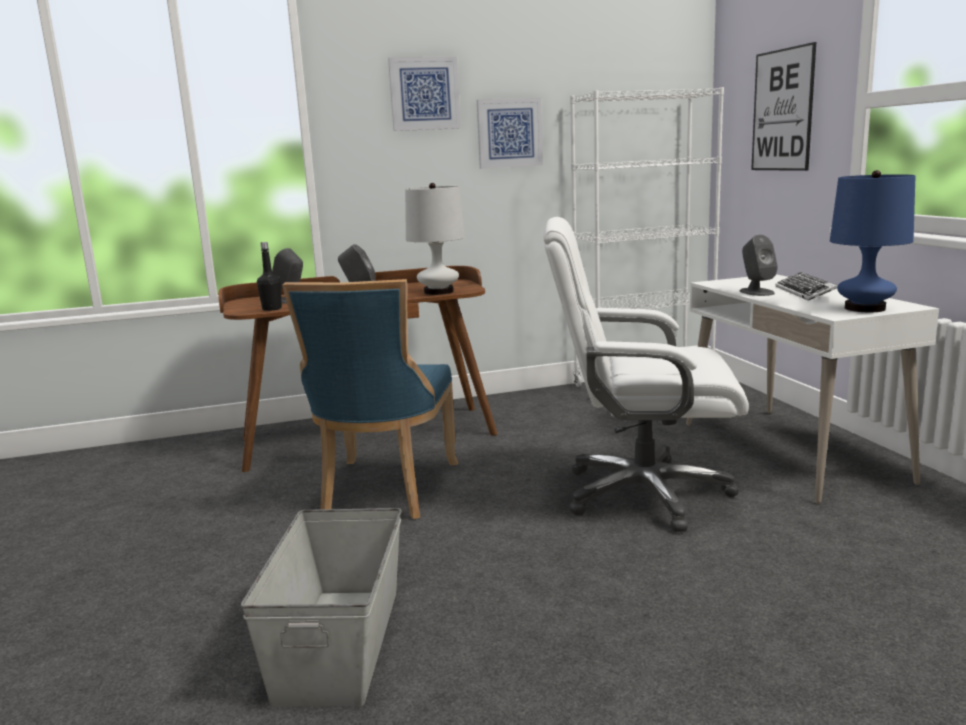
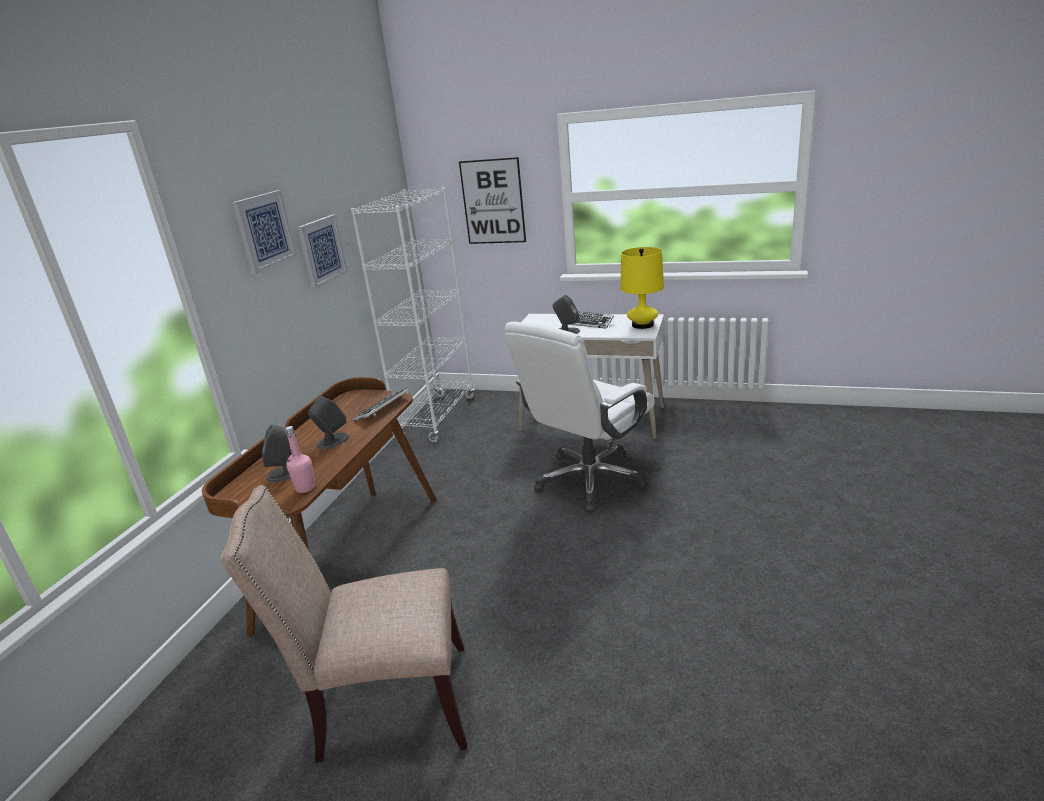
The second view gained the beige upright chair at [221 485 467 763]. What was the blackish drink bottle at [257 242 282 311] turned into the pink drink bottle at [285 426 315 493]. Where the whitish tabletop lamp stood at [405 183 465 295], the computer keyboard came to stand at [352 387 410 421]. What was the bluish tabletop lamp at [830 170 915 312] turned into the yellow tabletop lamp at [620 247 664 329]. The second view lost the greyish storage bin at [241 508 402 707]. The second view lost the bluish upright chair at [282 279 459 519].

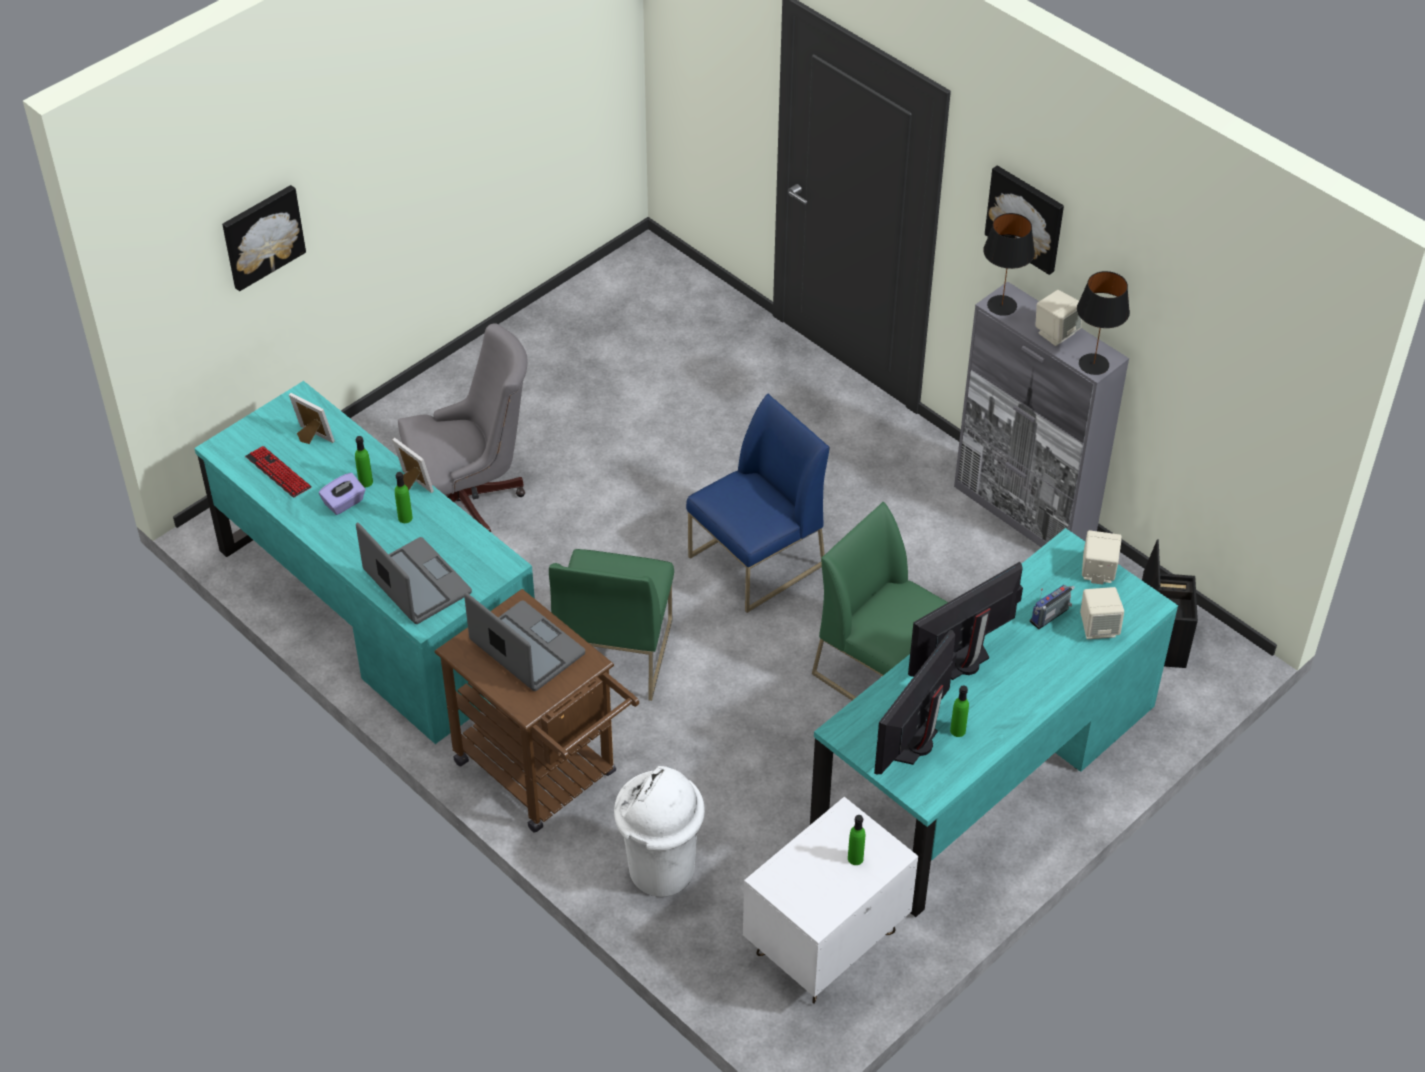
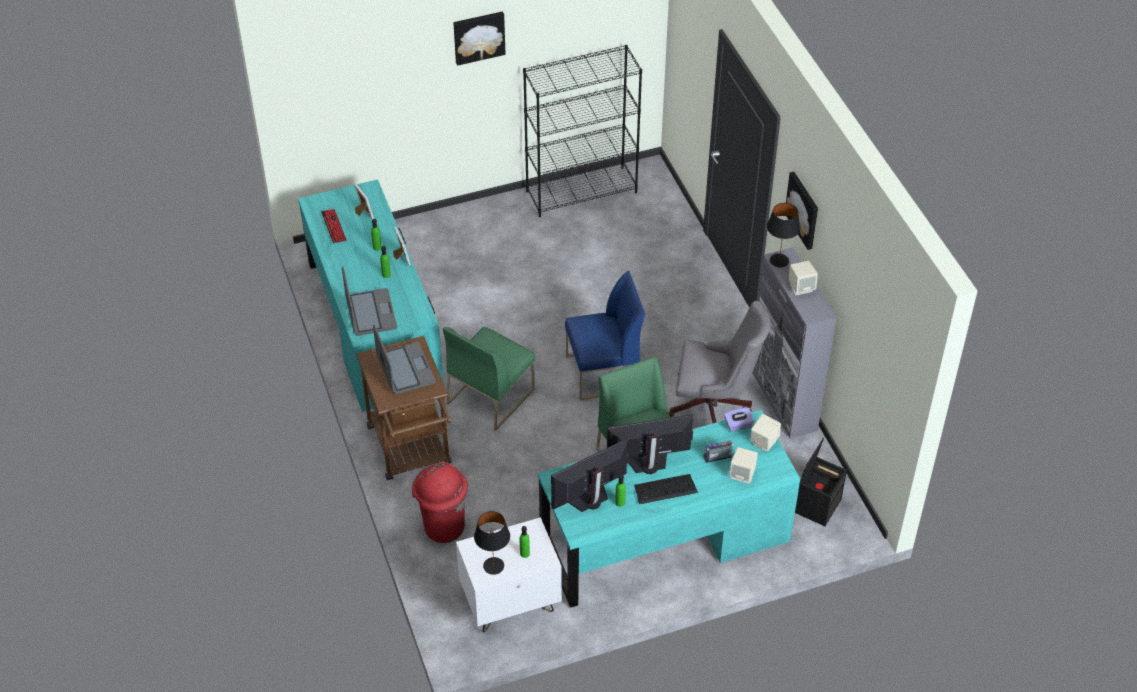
What was the whitish waste bin at [614 766 705 897] turned into the red-coloured waste bin at [412 462 468 543]. The picture ended up elsewhere, having gone from [222 185 306 291] to [453 11 506 66]. The blackish tabletop lamp ended up elsewhere, having gone from [1077 271 1130 375] to [474 511 510 575]. The second view gained the blackish bookshelf at [523 45 642 217]. The second view gained the computer keyboard at [634 474 698 504]. The greyish desk chair ended up elsewhere, having gone from [398 323 528 532] to [668 301 771 423]. The purple-coloured box of tissues ended up elsewhere, having gone from [319 473 366 515] to [724 407 754 432].

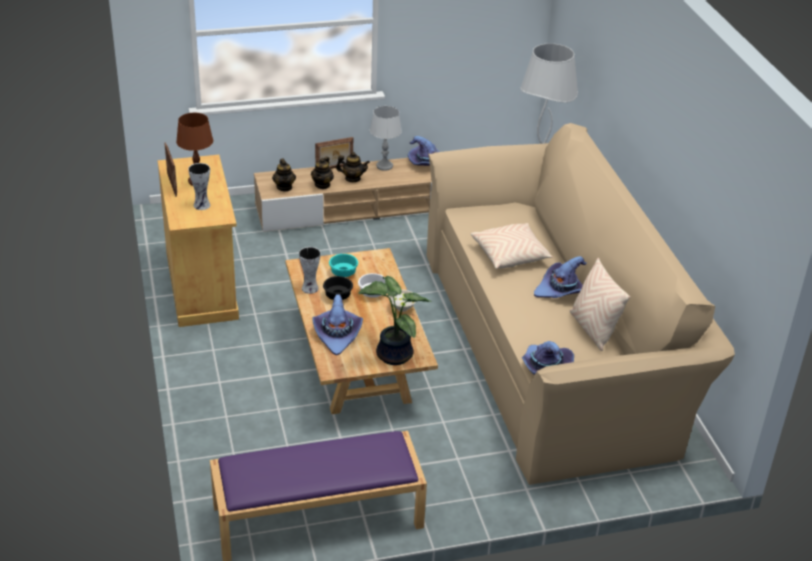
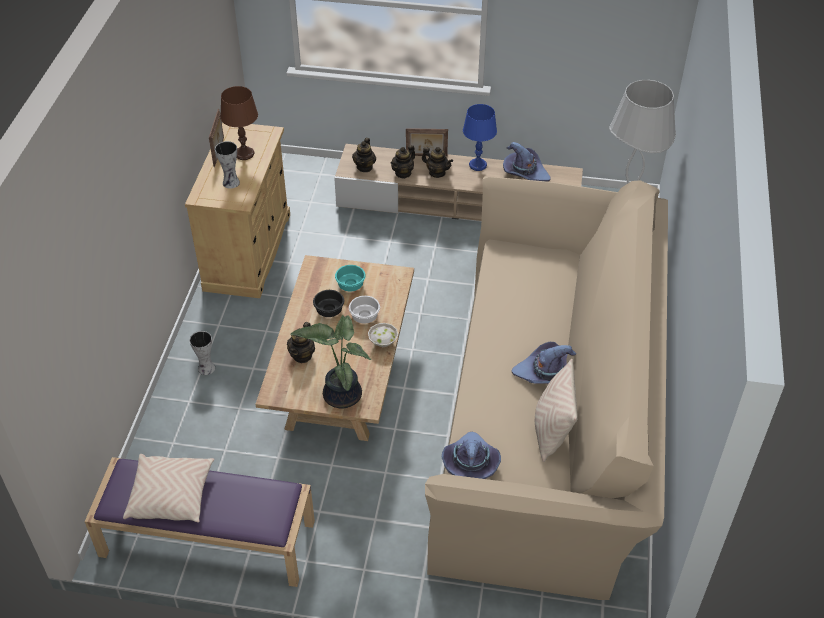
The beige throw pillow ended up elsewhere, having gone from [471 223 553 269] to [123 454 215 522]. The decorative vase ended up elsewhere, having gone from [299 247 321 294] to [189 331 215 375]. Where the purple-coloured wearable hat stood at [312 294 363 355], the pot for tea came to stand at [287 322 315 363]. What was the greyish tabletop lamp at [370 106 402 171] turned into the bluish tabletop lamp at [463 104 497 171].

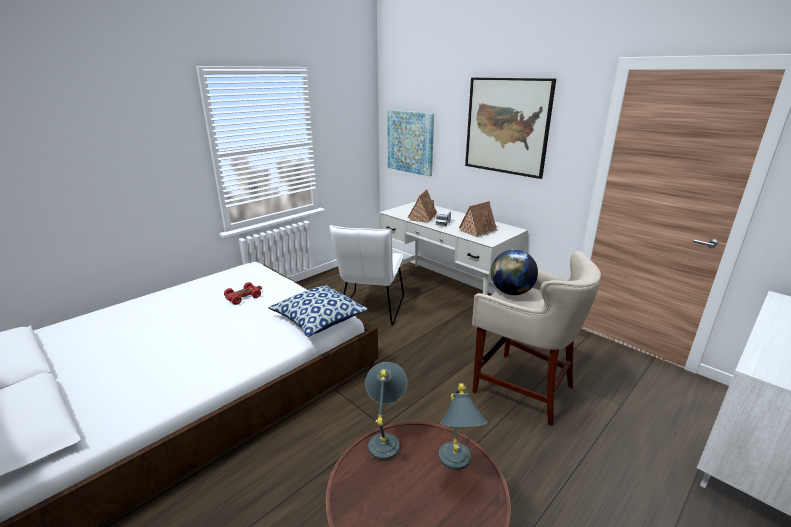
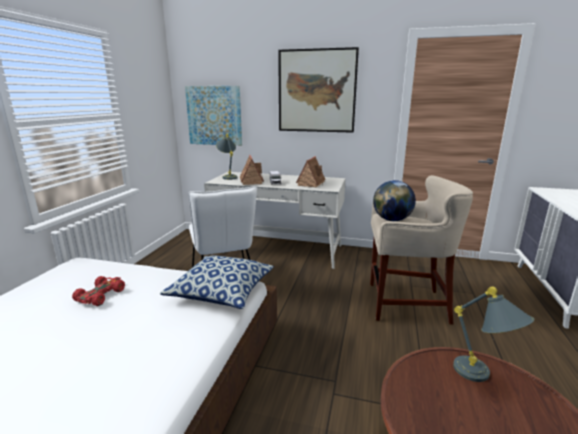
The greyish tabletop lamp ended up elsewhere, having gone from [365 362 407 460] to [216 133 238 180].

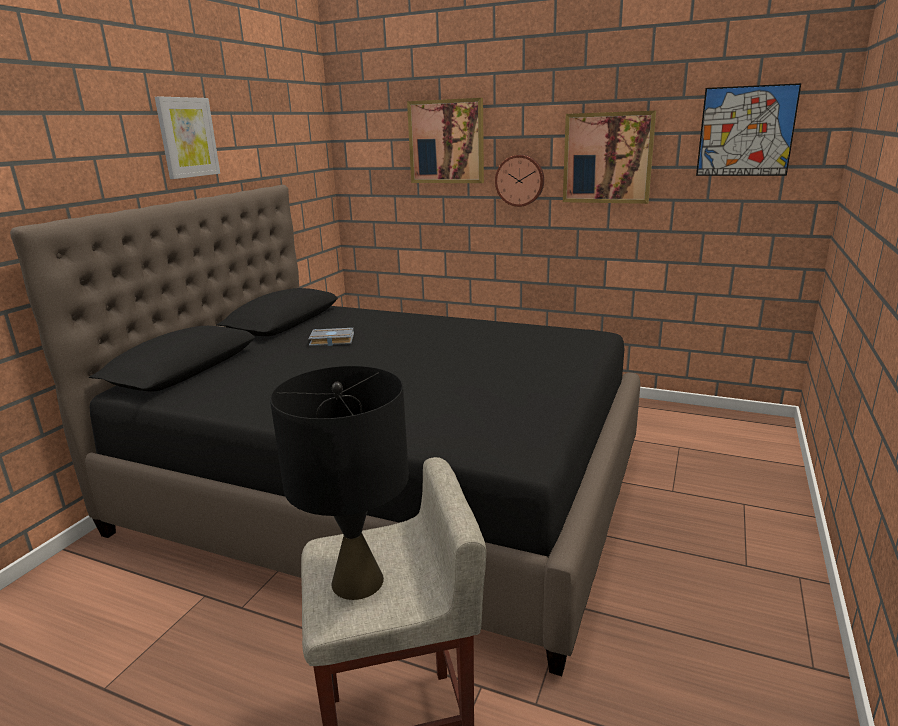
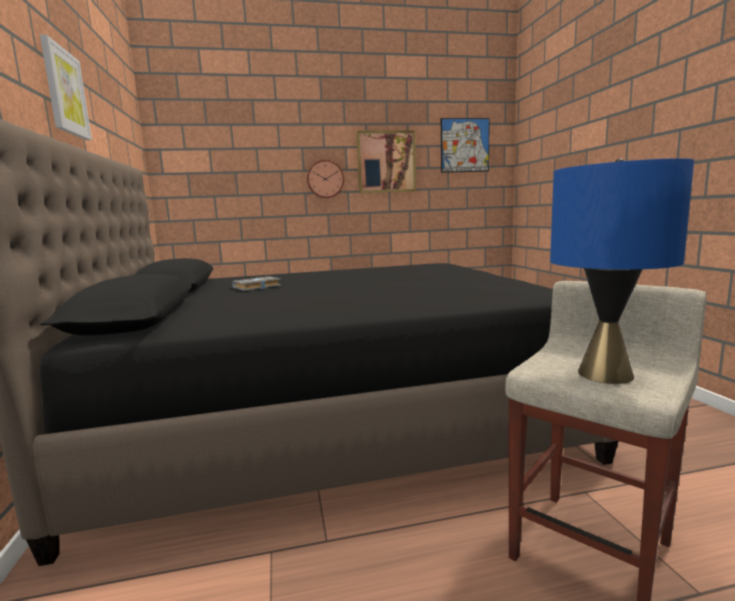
What was the blackish tabletop lamp at [270 366 409 600] turned into the bluish tabletop lamp at [550 158 694 384]. The second view lost the picture at [407 98 484 183].

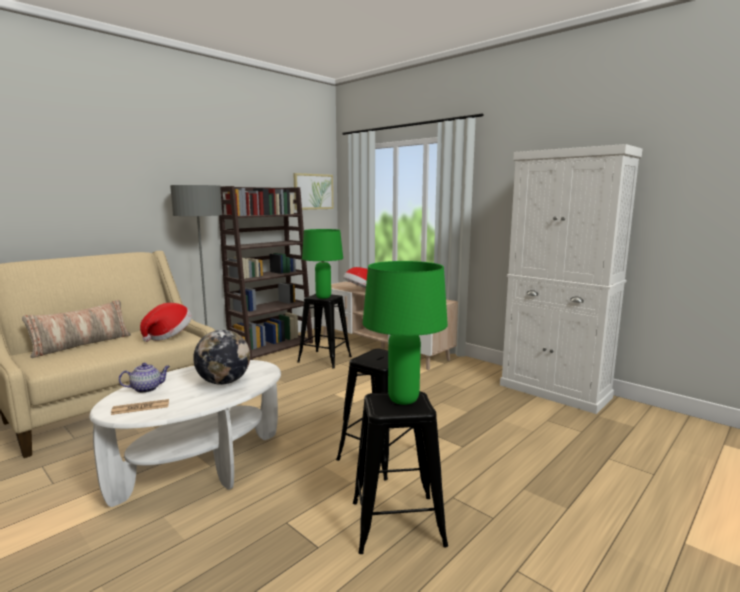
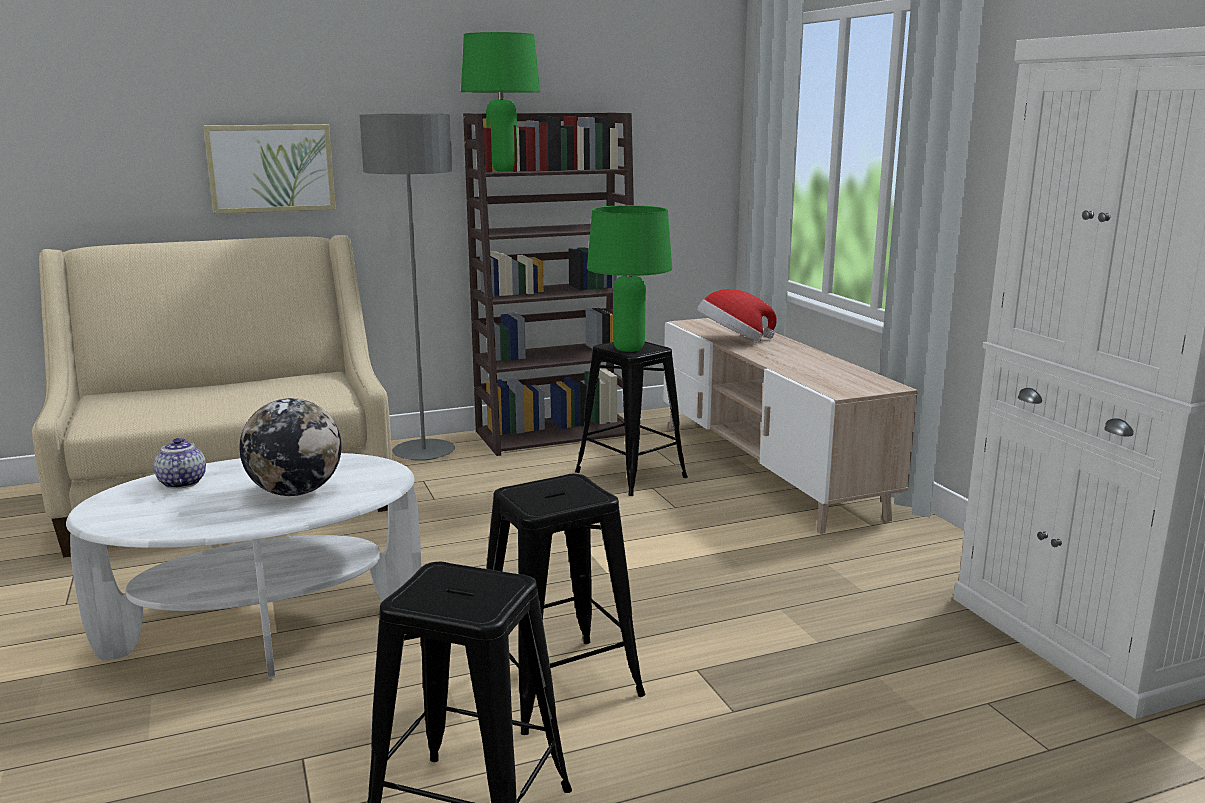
The pot for tea at [119 363 170 393] ended up facing another way, 105 degrees counterclockwise from before. The picture ended up elsewhere, having gone from [293 173 333 210] to [203 124 336 214]. The green tabletop lamp ended up elsewhere, having gone from [363 261 448 405] to [461 32 540 172]. The second view lost the throw pillow at [22 300 131 358]. The second view lost the printed paper at [111 399 169 415]. The second view lost the wearable hat at [140 303 192 342].

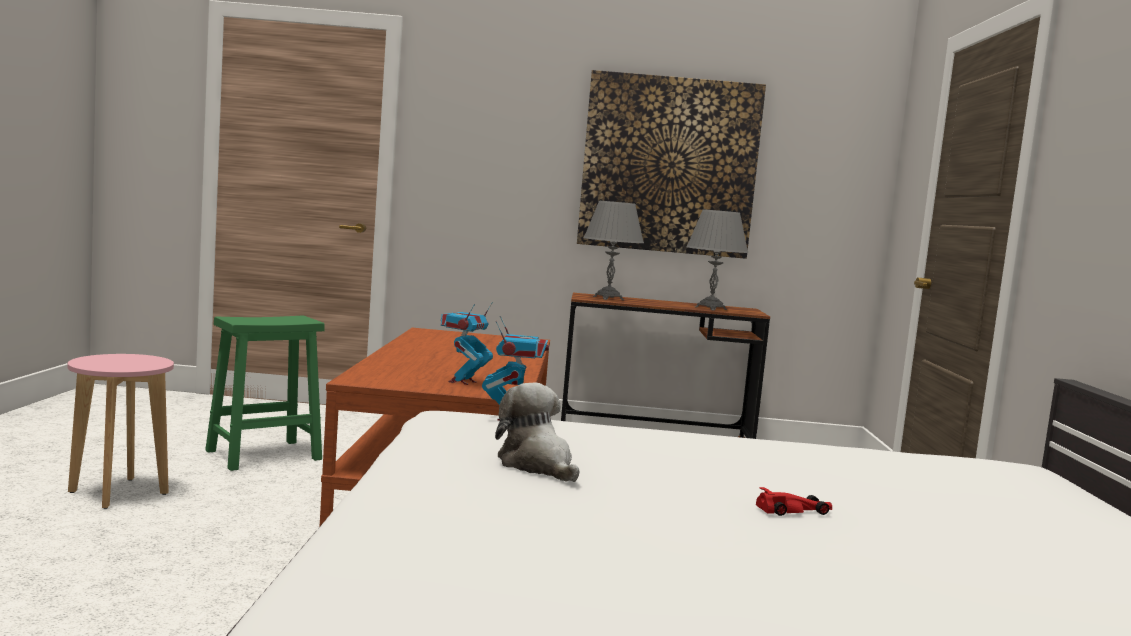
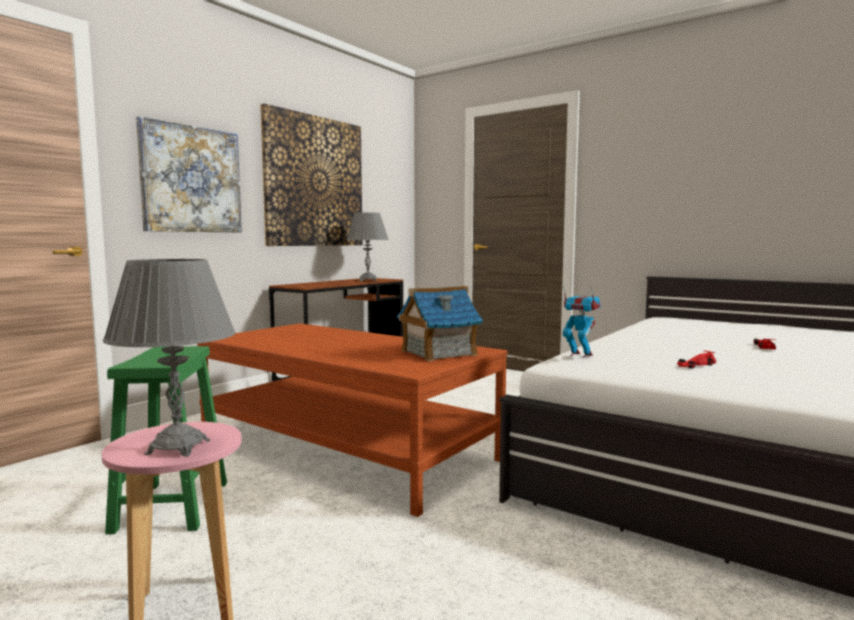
The greyish tabletop lamp ended up elsewhere, having gone from [584 201 644 300] to [103 259 236 457]. The second view gained the picture at [136 116 242 233]. Where the robot figure stood at [441 302 493 385], the miniature house came to stand at [397 286 483 361]. Where the plush toy stood at [495 382 579 482], the red-coloured toy car came to stand at [677 350 716 369].

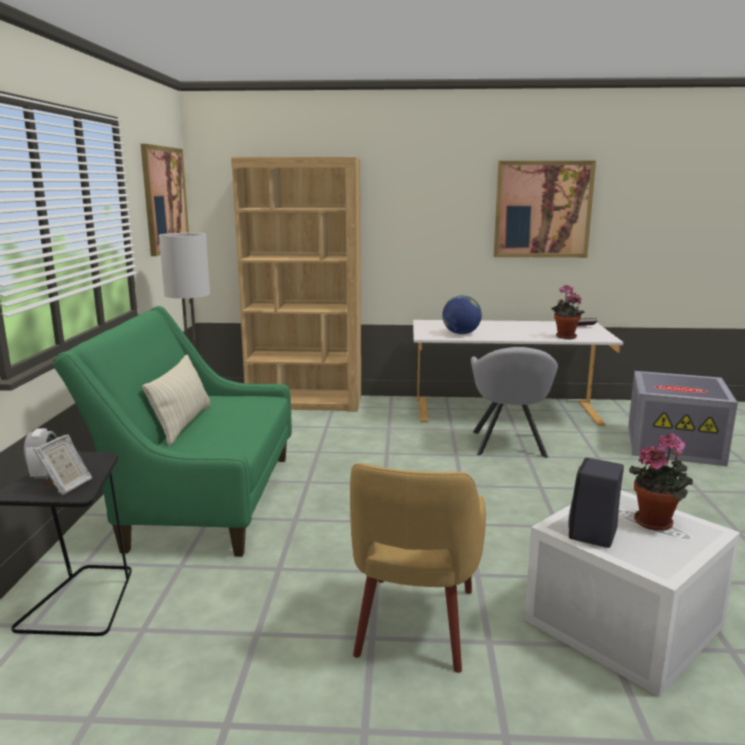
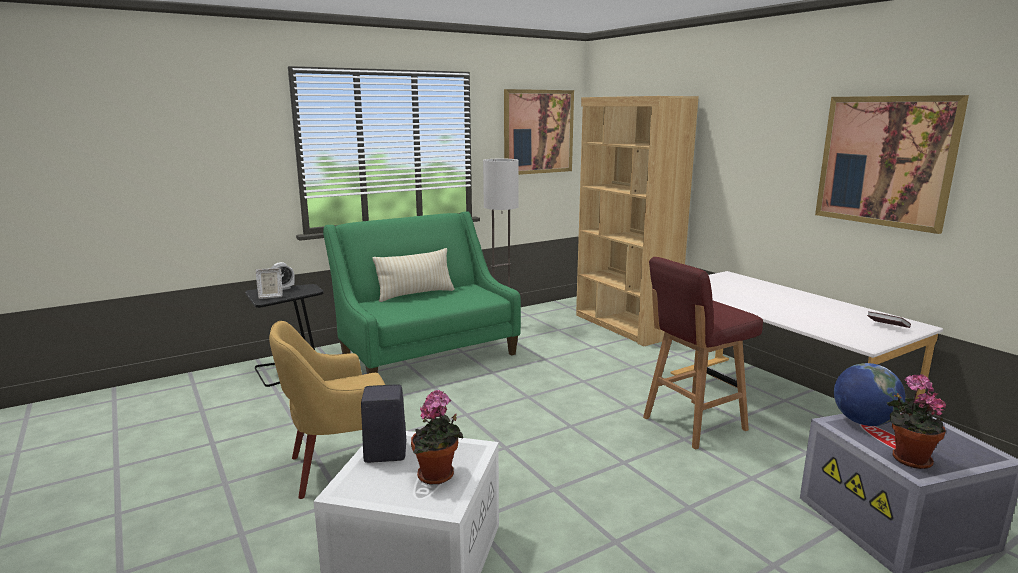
Where the greyish lounge chair stood at [471 347 558 458], the red-coloured sitting stool came to stand at [643 257 763 450]. The desk globe ended up elsewhere, having gone from [442 295 482 335] to [834 363 906 426]. The potted plant ended up elsewhere, having gone from [551 285 585 339] to [887 374 946 469].

